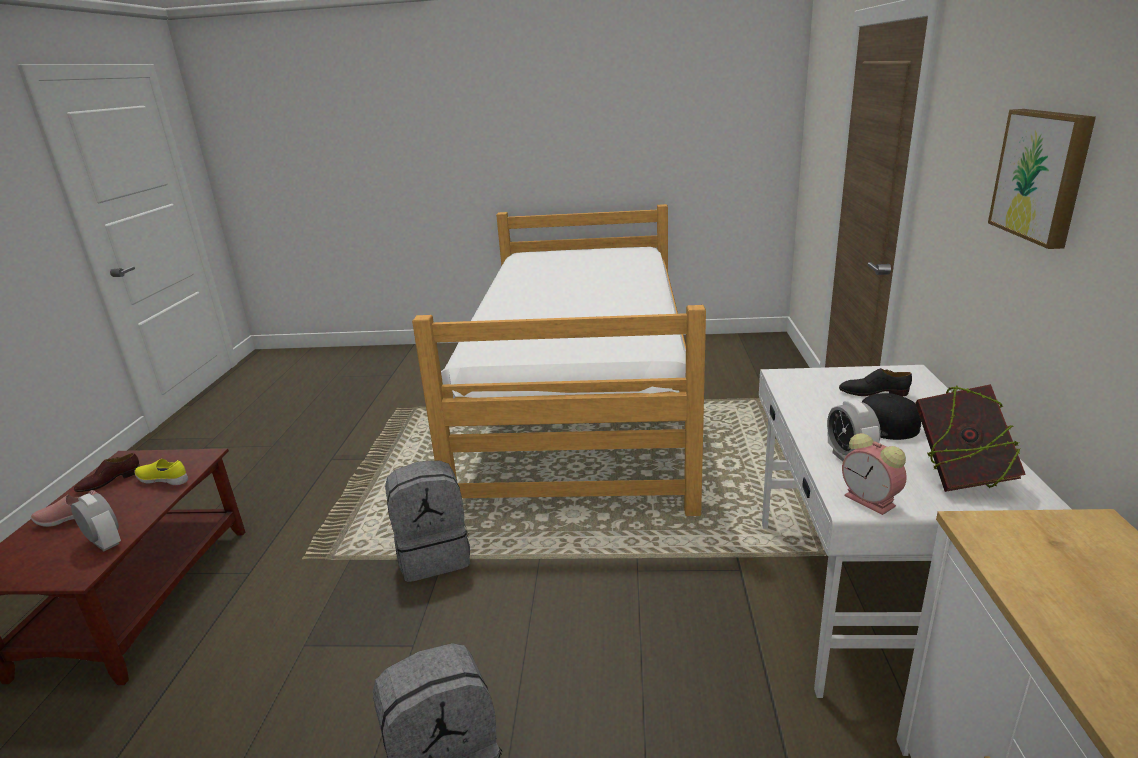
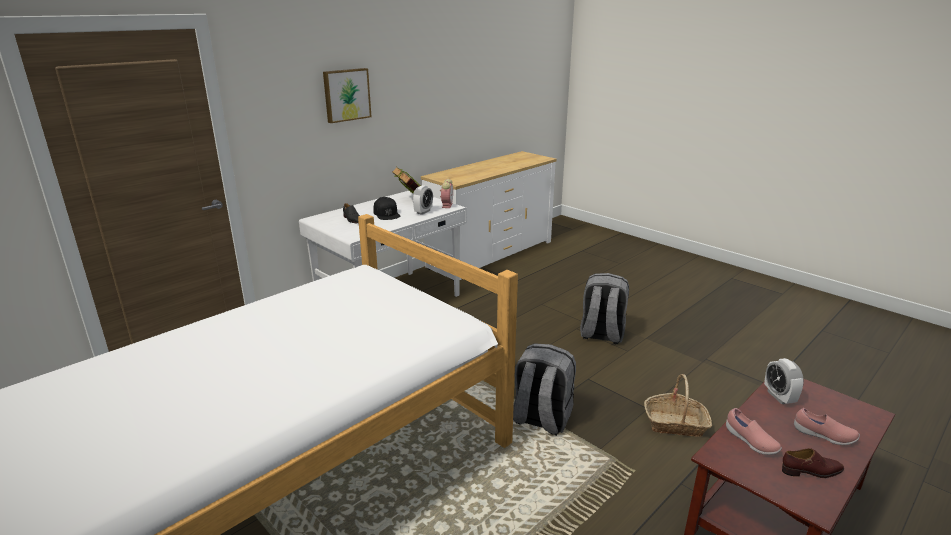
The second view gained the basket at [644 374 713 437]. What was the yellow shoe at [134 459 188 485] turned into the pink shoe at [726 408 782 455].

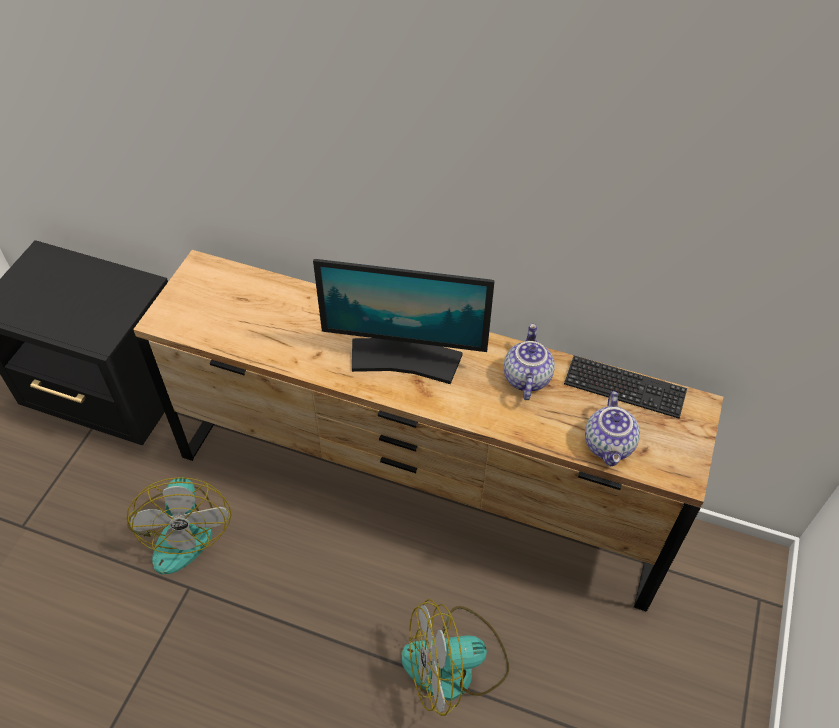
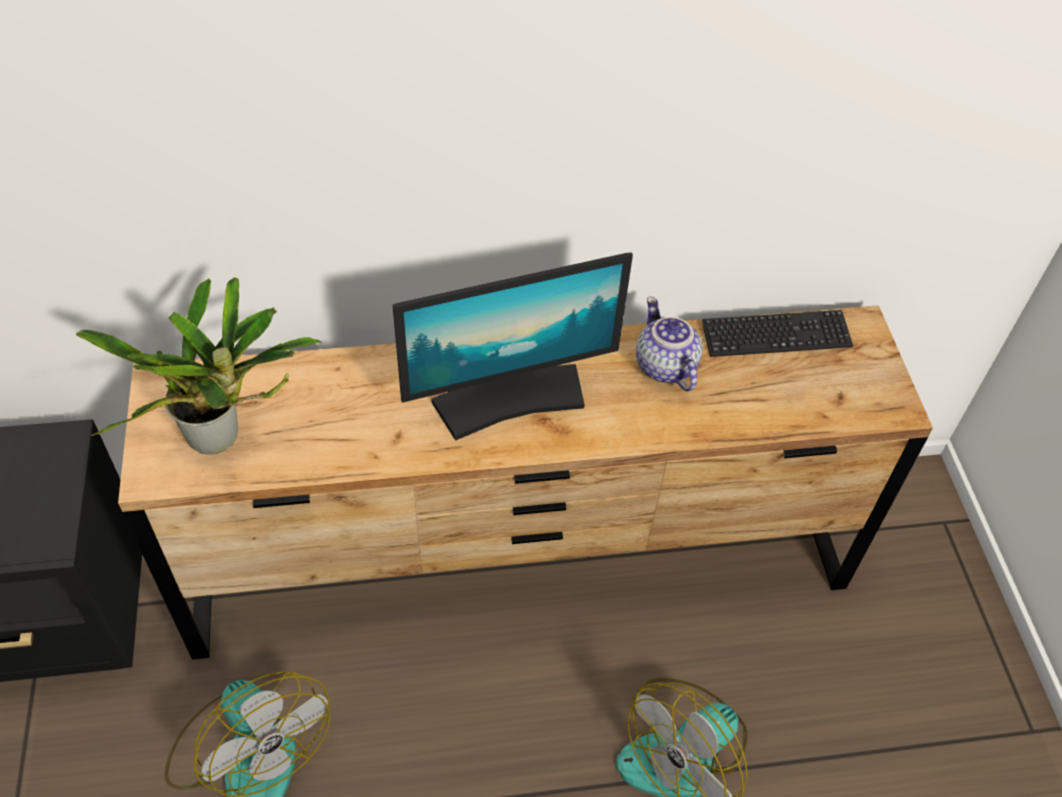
The second view gained the potted plant at [76 277 322 455]. The second view lost the pot for tea at [585 391 640 466].

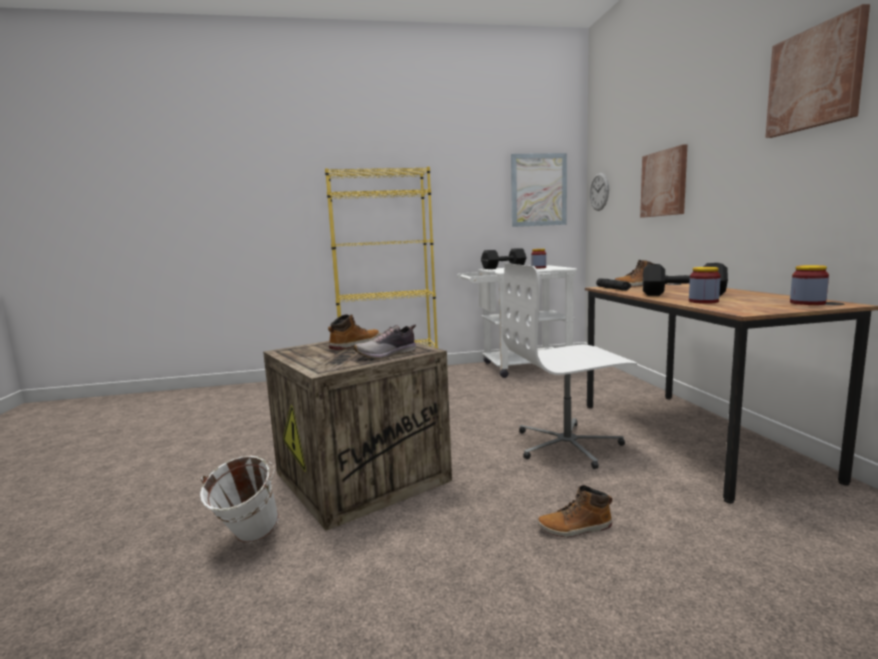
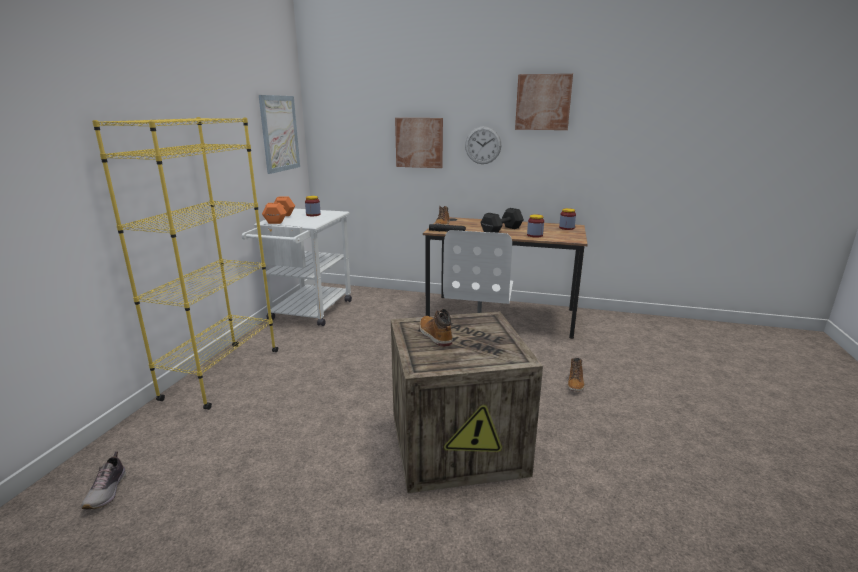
The shoe ended up elsewhere, having gone from [354 325 416 359] to [81 451 126 509]. What was the blackish dumbbell at [481 248 527 269] turned into the orange dumbbell at [262 197 295 224]. The wall clock ended up elsewhere, having gone from [590 173 609 211] to [465 126 501 164]. The second view lost the whitish bucket at [200 456 279 543].

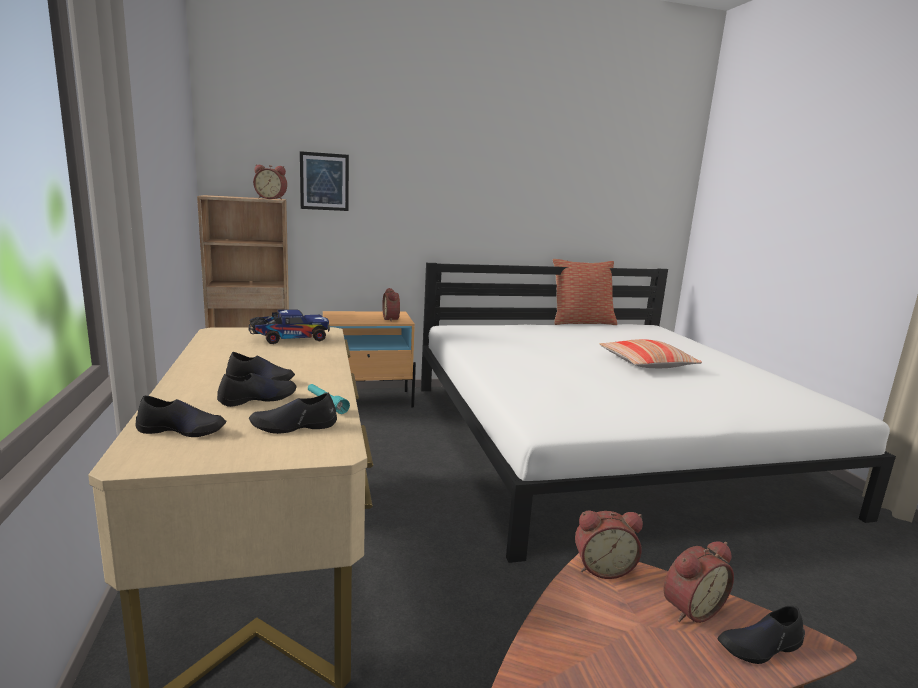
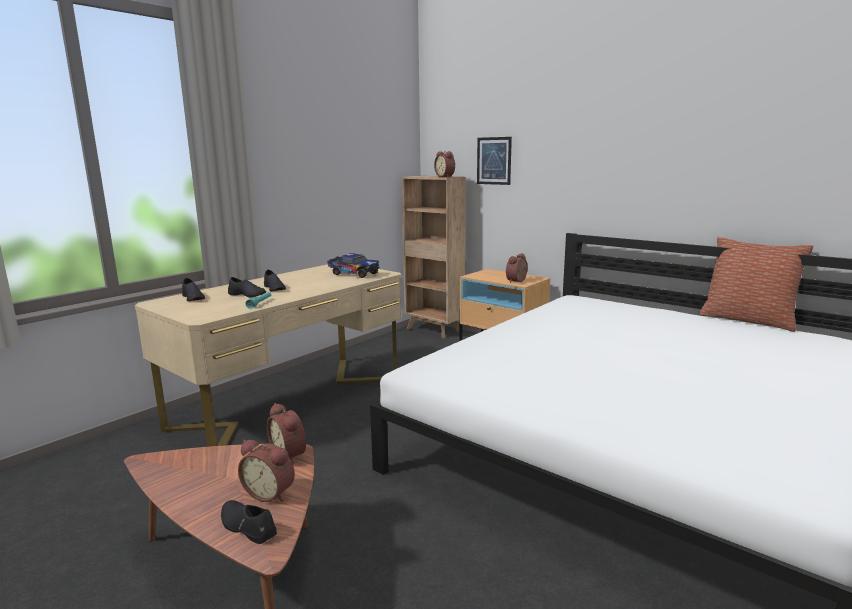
The second view lost the blackish shoe at [249 393 337 434]. The second view lost the throw pillow at [599 339 702 368].

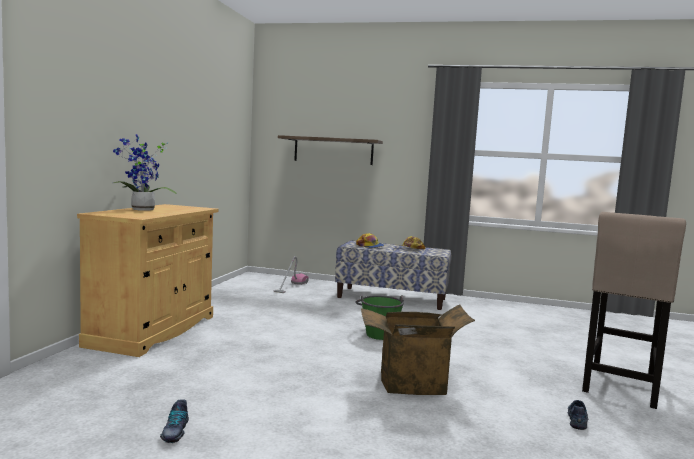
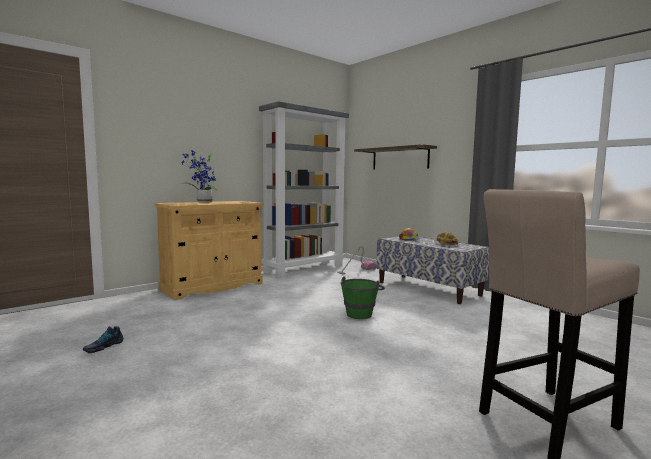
The second view gained the greyish bookshelf at [259 101 349 278]. The second view lost the packing box at [361 304 475 395]. The second view lost the shoe at [567 400 588 430].

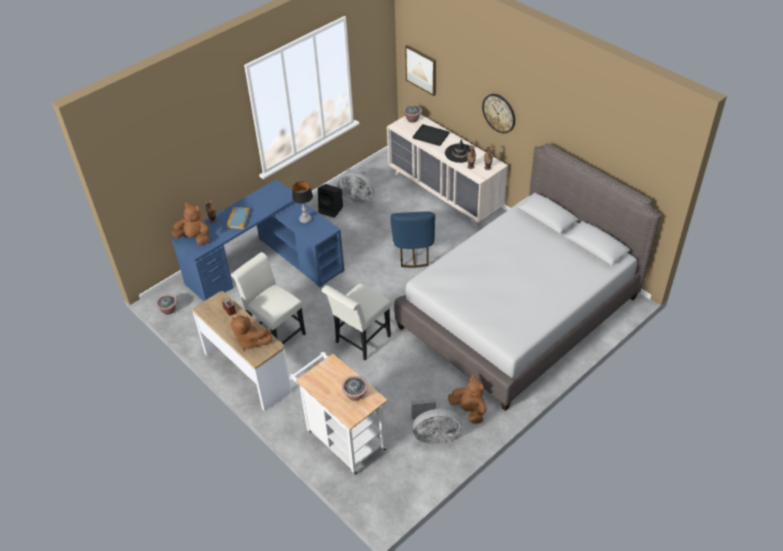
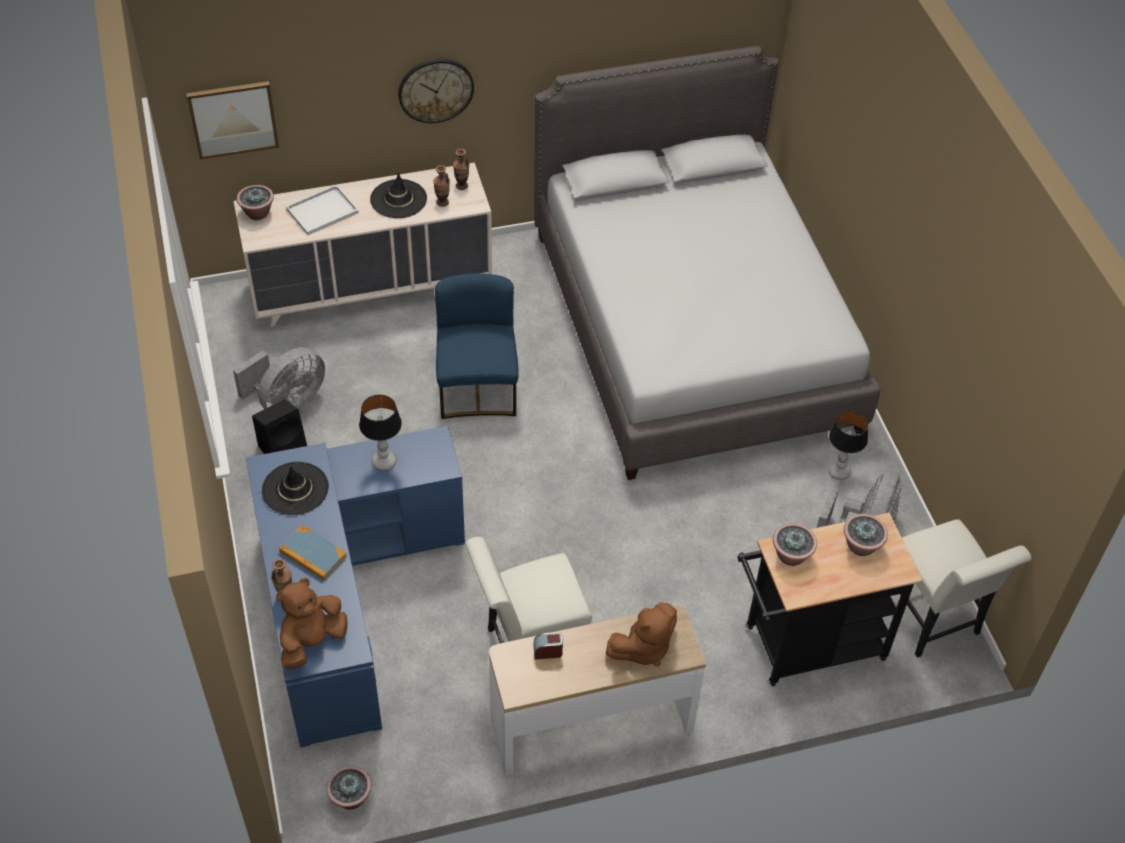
The second view gained the blackish wearable hat at [262 462 329 515]. What was the blackish carrying tray at [413 124 449 146] turned into the whitish carrying tray at [286 185 359 235]. The bluish upright chair at [391 212 435 268] ended up facing another way, 120 degrees counterclockwise from before. What was the whitish wheeled cart at [289 352 387 475] turned into the blackish wheeled cart at [737 513 922 686]. The second view gained the potted plant at [773 523 817 566]. Where the brownish plush toy stood at [448 375 486 423], the tabletop lamp came to stand at [828 411 868 480]. The whitish upright chair ended up elsewhere, having gone from [322 283 391 360] to [900 519 1032 658].

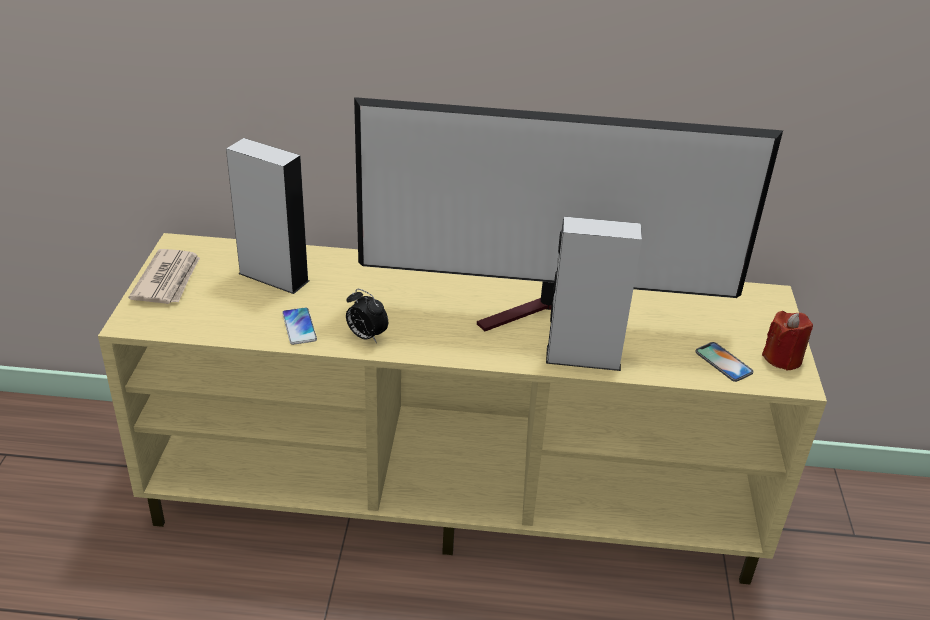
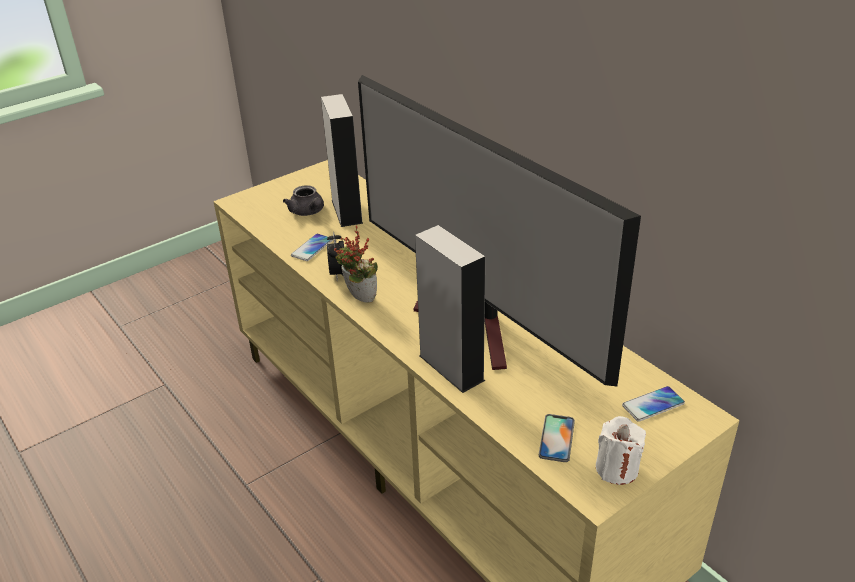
The second view gained the greyish pot for tea at [283 185 324 216]. The second view gained the potted plant at [334 225 378 303]. What was the red-coloured wax candle at [762 311 813 371] turned into the whitish wax candle at [596 416 646 485]. The second view gained the phone at [622 386 685 422]. The second view lost the printed paper at [129 249 200 304].

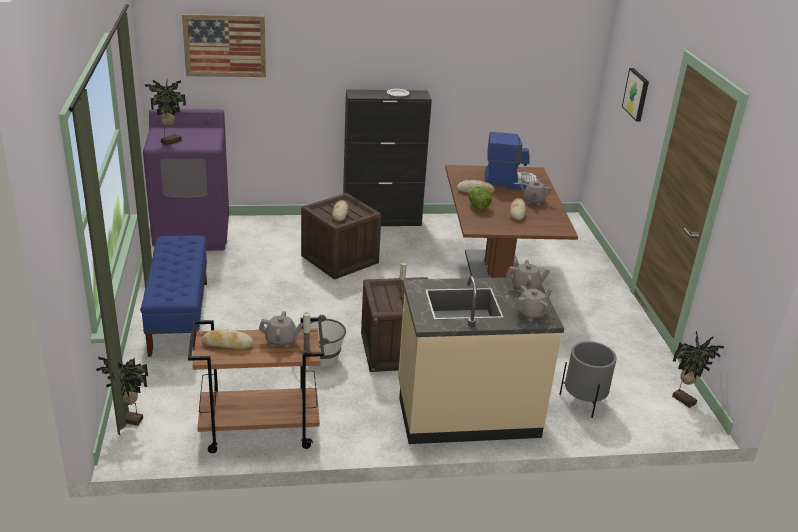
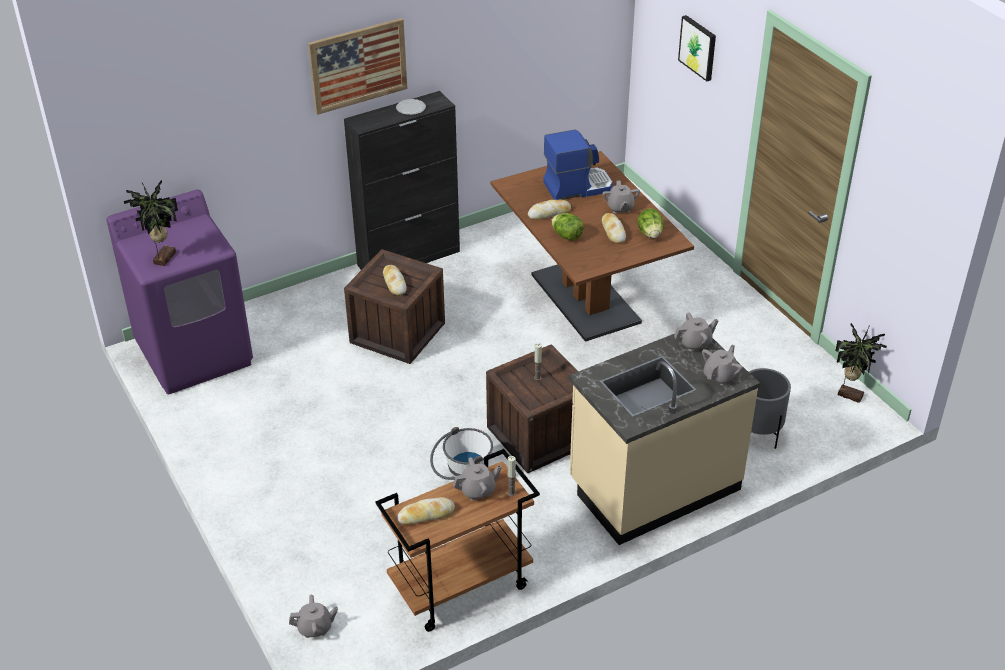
Where the potted plant stood at [96 357 148 426], the greyish pot for tea came to stand at [289 595 338 638]. The picture ended up elsewhere, having gone from [182 14 266 77] to [308 18 407 115]. The second view gained the lettuce at [637 208 664 238]. The second view lost the bluish bench at [140 236 207 357].

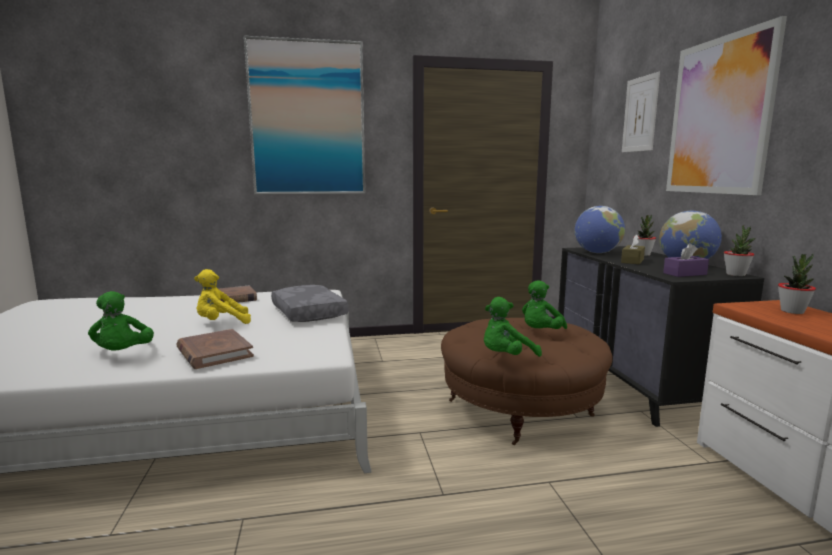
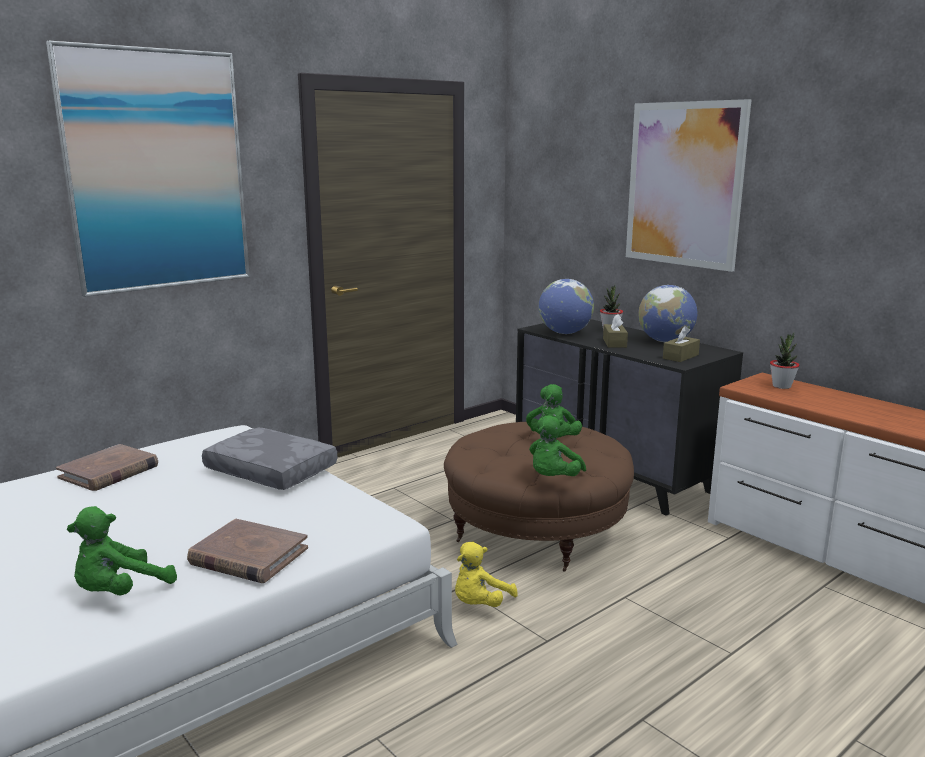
The green plush toy at [88 291 154 351] ended up facing another way, 90 degrees clockwise from before. The yellow plush toy ended up elsewhere, having gone from [194 269 251 324] to [455 541 518 607]. What was the purple-coloured box of tissues at [663 243 709 277] turned into the brownish box of tissues at [663 326 700 362]. The second view lost the picture at [622 72 660 152]. The second view lost the potted plant at [724 225 756 276].

